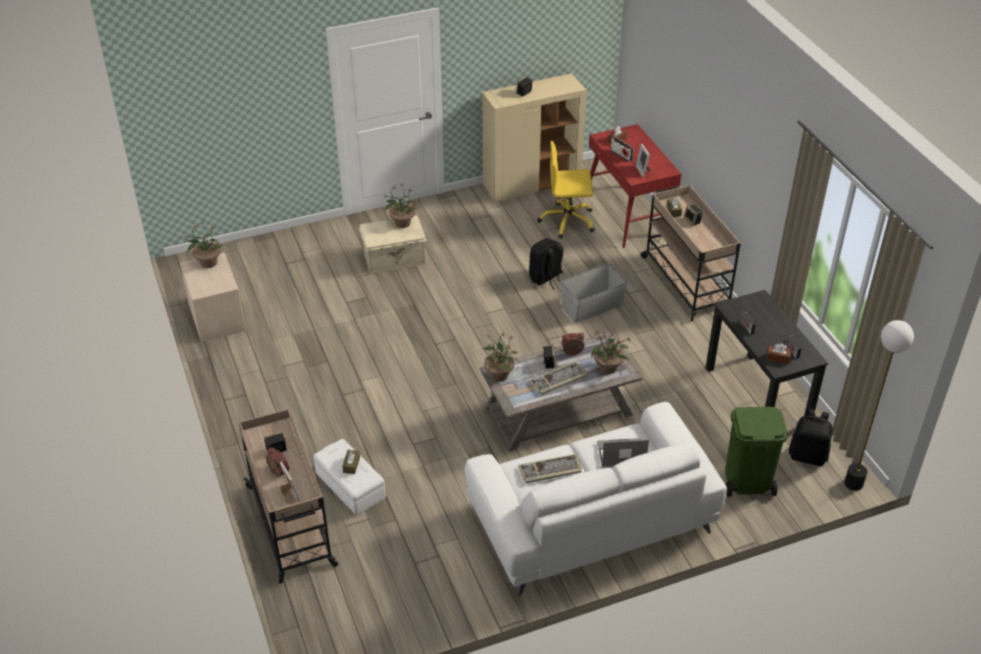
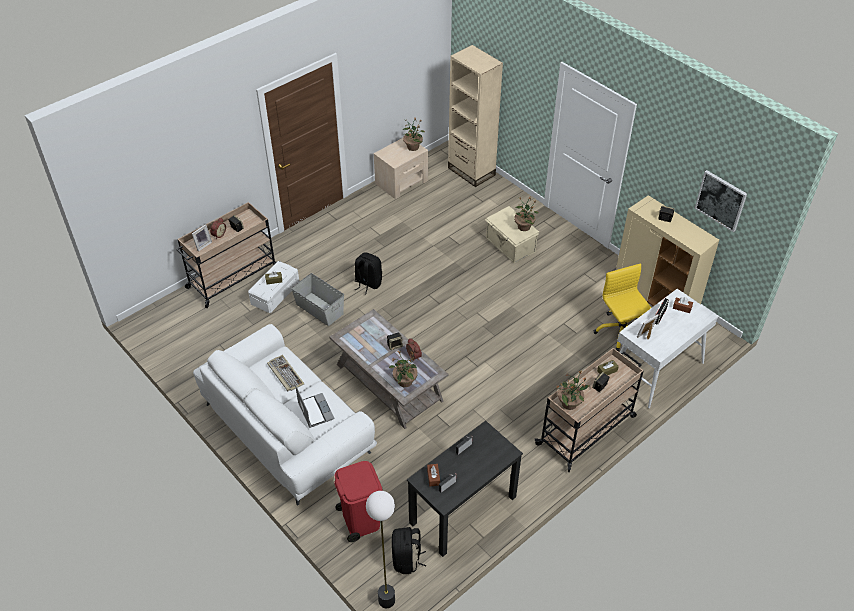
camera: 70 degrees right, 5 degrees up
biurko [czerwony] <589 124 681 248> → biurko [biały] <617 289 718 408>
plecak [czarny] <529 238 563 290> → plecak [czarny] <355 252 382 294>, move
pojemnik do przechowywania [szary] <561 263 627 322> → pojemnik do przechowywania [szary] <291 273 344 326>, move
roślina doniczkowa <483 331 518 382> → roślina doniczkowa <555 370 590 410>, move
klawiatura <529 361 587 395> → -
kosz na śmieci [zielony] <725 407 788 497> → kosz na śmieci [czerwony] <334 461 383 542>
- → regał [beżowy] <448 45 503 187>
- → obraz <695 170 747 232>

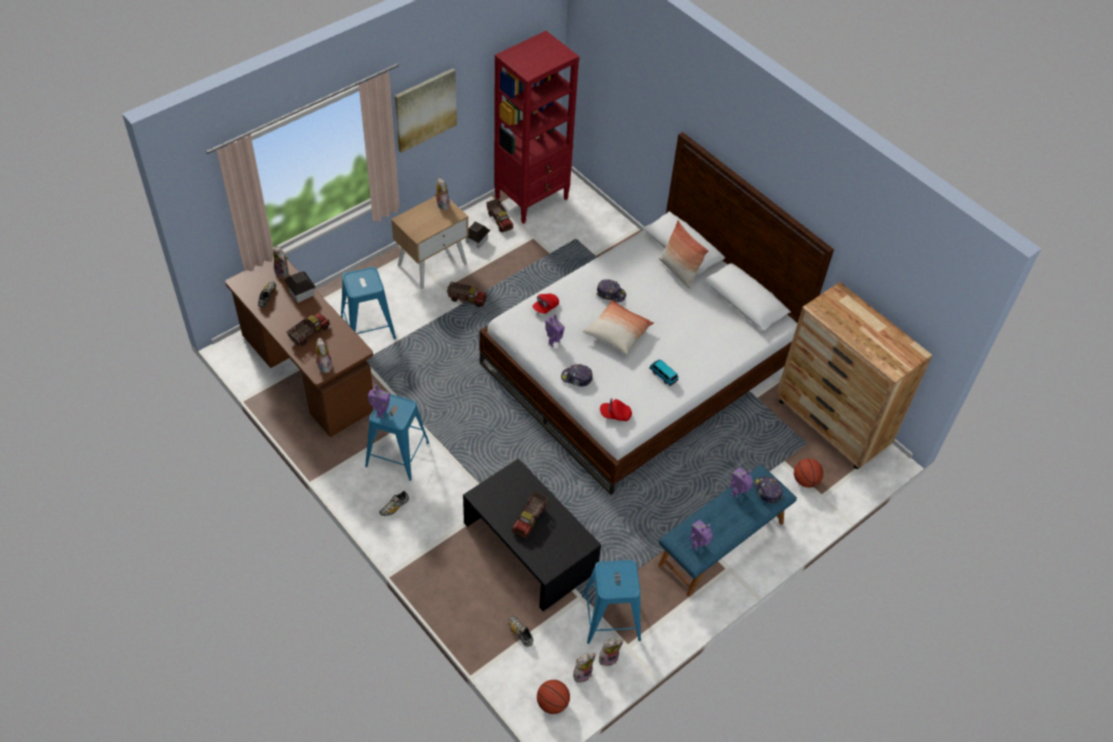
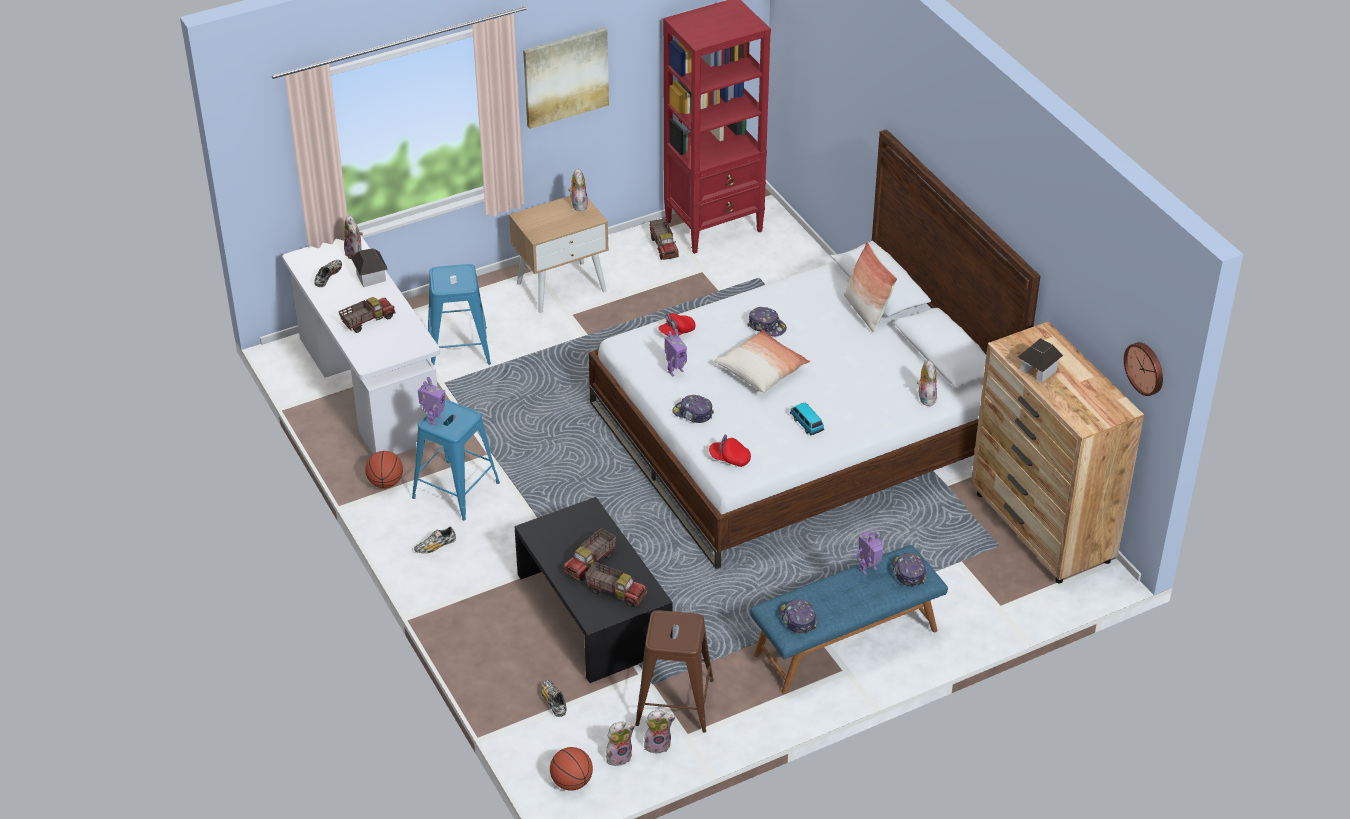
camera: 15 degrees right, 10 degrees down
domek <466 221 490 249> → domek <1018 338 1063 383>, move
biurko [brązowy] <225 256 373 437> → biurko [biały] <282 236 440 454>
ciężarówka zabawkowa <447 282 487 307> → ciężarówka zabawkowa <585 562 647 607>, move
pluszak <313 338 333 373> → pluszak <917 360 937 406>, move
piłka do koszykówki <794 458 823 488> → piłka do koszykówki <365 451 403 488>, move
robot zabawkowy <690 520 713 551> → czapka z daszkiem <779 599 817 633>
stołek [niebieski] <582 560 641 644> → stołek [brązowy] <635 610 714 733>
- → zegar ścienny <1124 342 1163 396>

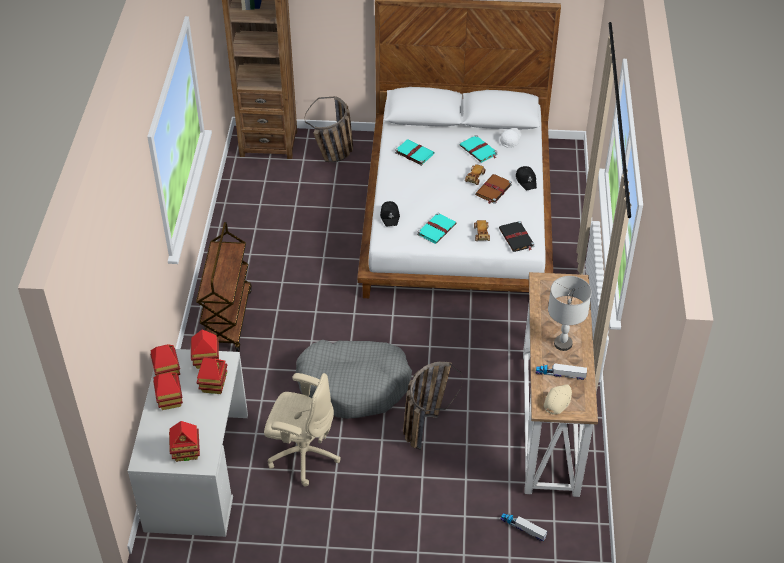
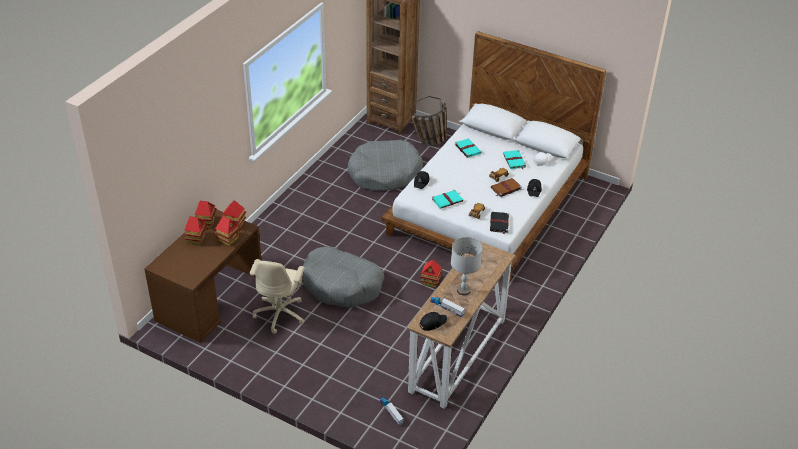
camera: 25 degrees right, 5 degrees down
wózek [brązowy] <196 222 252 352> → -
biurko [biały] <128 349 248 537> → biurko [brązowy] <144 209 262 343>
koszyk <403 362 463 450> → -
krzesło biurowe [beżowy] <264 373 341 486> → krzesło biurowe [beżowy] <250 259 305 334>, 60 degrees clockwise
czapka z daszkiem [beżowy] <544 384 572 415> → czapka z daszkiem [czarny] <420 312 447 331>
domek <169 421 200 462> → domek <420 260 442 288>, move
- → legowisko [szary] <348 140 423 191>

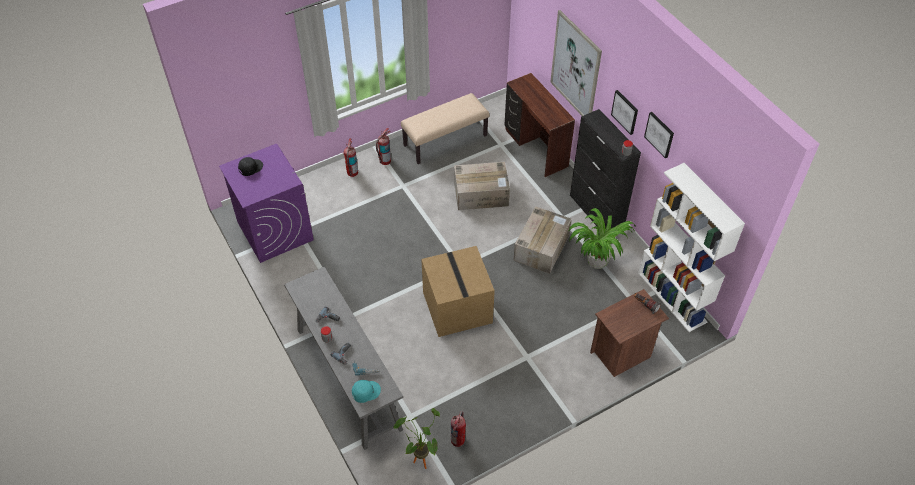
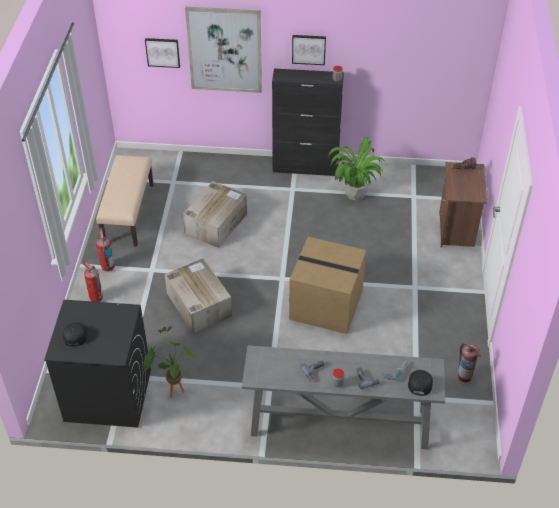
camera: 55 degrees left, 5 degrees down
biurko [brązowy] <505 73 575 177> → -
obraz <644 112 674 159> → obraz <145 38 180 68>, move
pralka [fioletowy] <219 144 314 263> → pralka [czarny] <44 300 151 428>
regał [biały] <638 163 745 332> → -
karton <513 206 572 274> → karton <164 258 232 334>, move
czapka z daszkiem [turkusowy] <352 380 381 403> → czapka z daszkiem [czarny] <408 370 433 396>
roślina doniczkowa <393 408 441 469> → roślina doniczkowa <144 326 195 398>, move

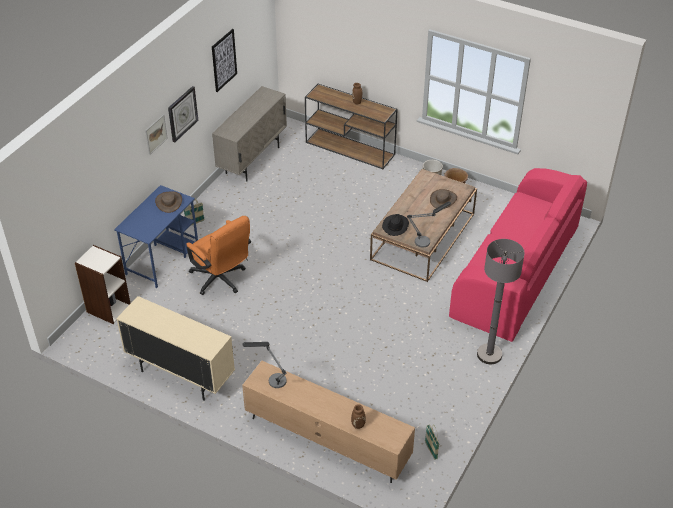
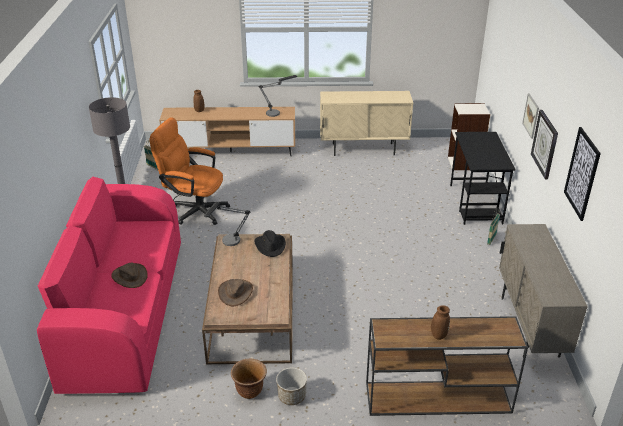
camera: 150 degrees right, 10 degrees down
biurko [niebieski] <114 185 198 288> → biurko [czarny] <450 132 516 225>
kapelusz [brązowy] <155 191 182 213> → kapelusz [brązowy] <111 263 148 288>, move
krzesło biurowe [pomarańczowy] <186 216 251 295> → krzesło biurowe [pomarańczowy] <150 117 230 225>, move

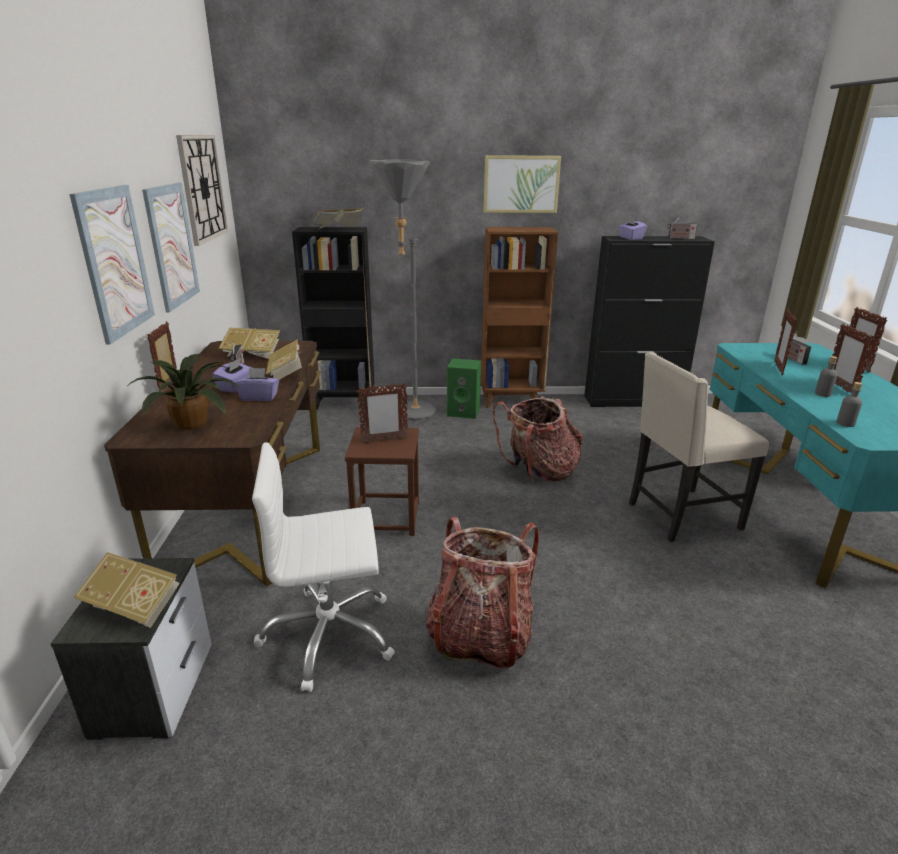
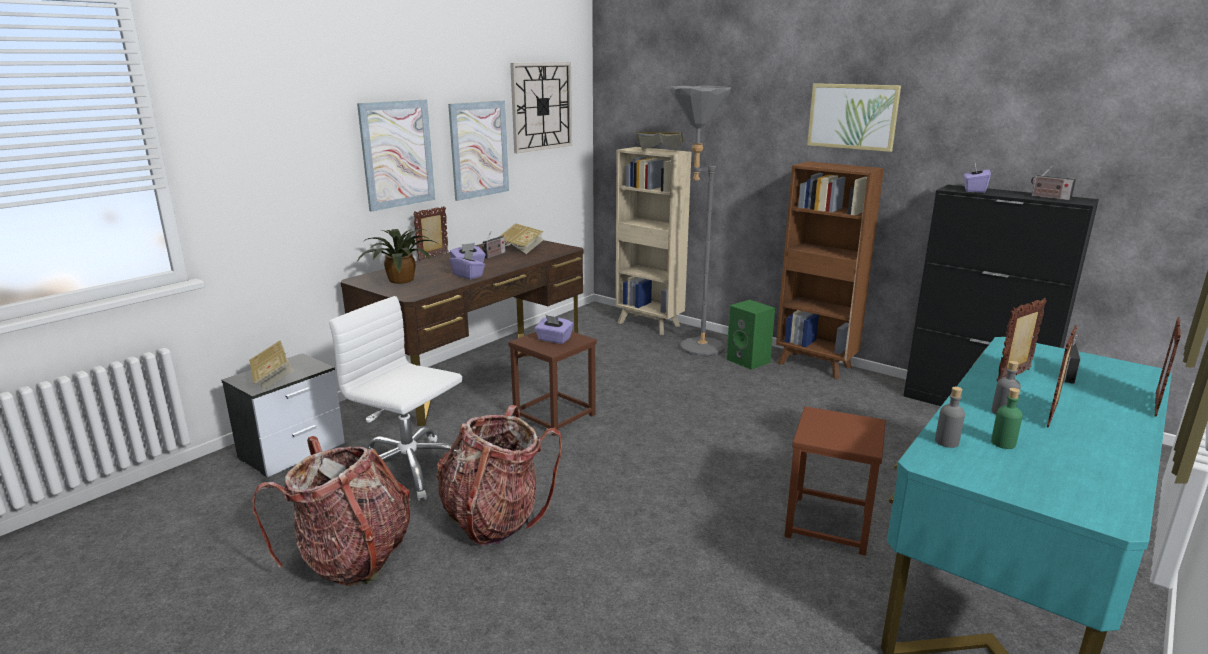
camera: 40 degrees right, 5 degrees down
regał [czarny] <292 227 374 410> → regał [beżowy] <616 147 692 335>
książka <266 339 302 380> → -
krzesło [beżowy] <629 352 769 542> → stołek [brązowy] <784 406 886 556>
ramka na zdjęcie <357 383 408 443> → pudełko chusteczek [fioletowy] <535 315 573 344>
plecak <493 396 583 482> → plecak <252 436 411 586>, move
- → butelka [zielony] <991 388 1023 449>

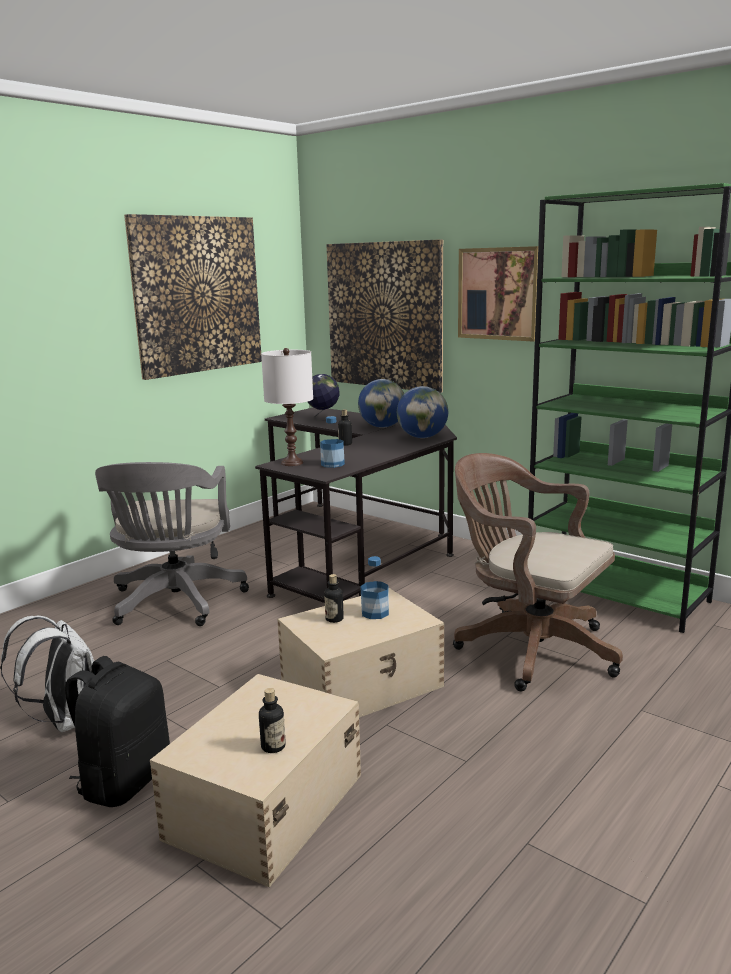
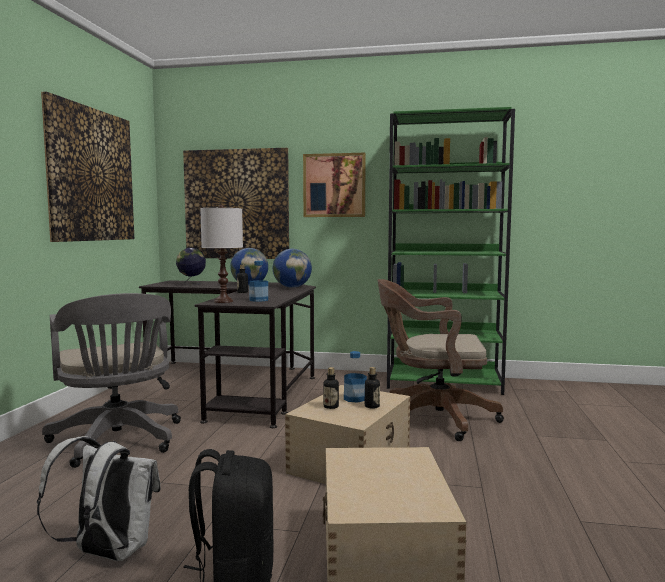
camera: 30 degrees left, 10 degrees down
butelka <259 688 286 753> → butelka <365 367 380 409>, move

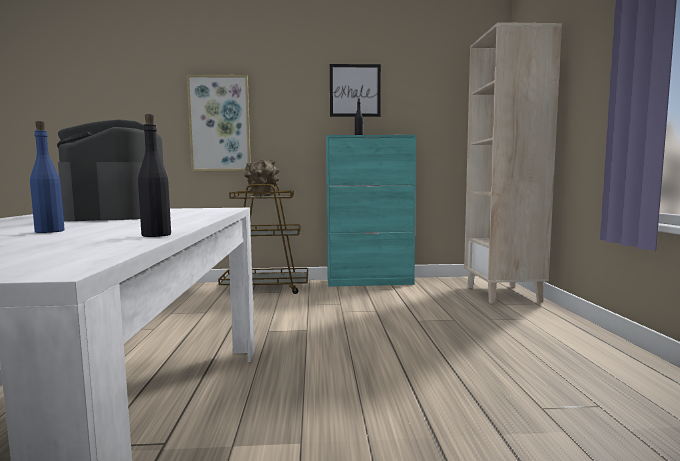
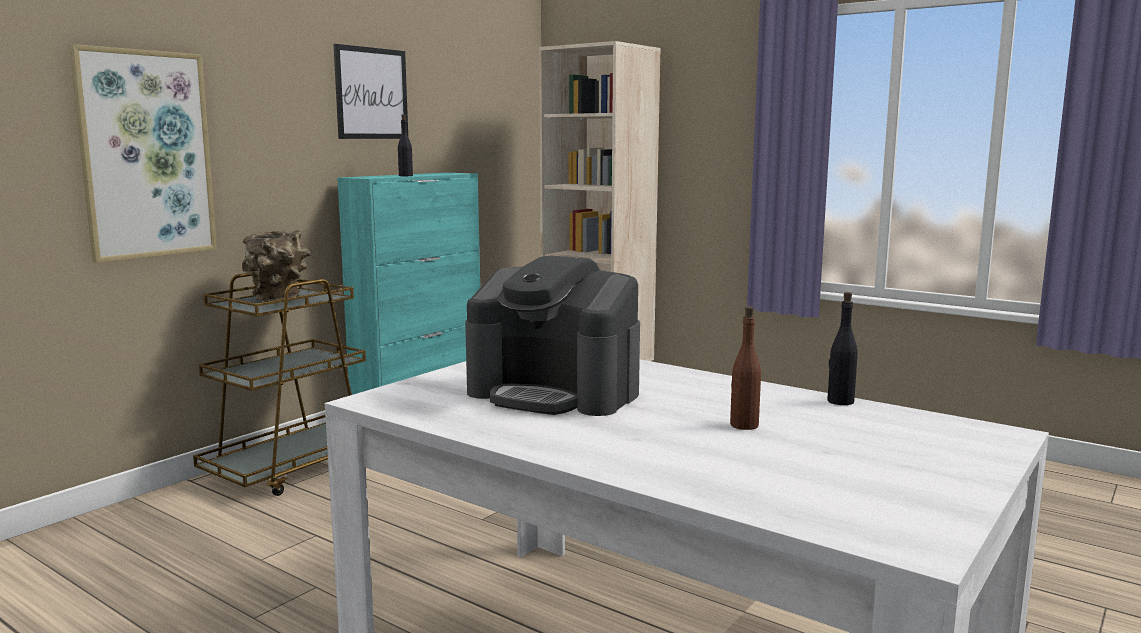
camera: 50 degrees left, 5 degrees up
butelka [niebieski] <30 121 65 233> → butelka [brązowy] <730 306 761 430>

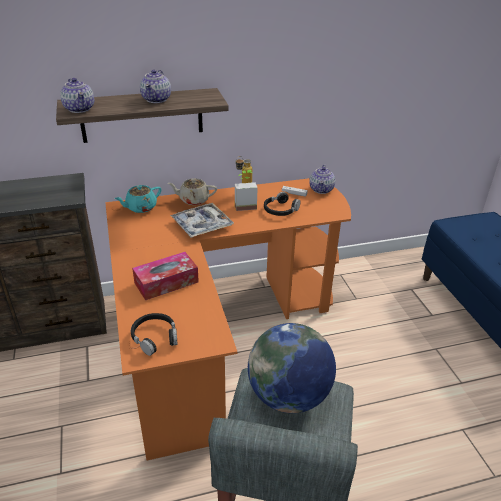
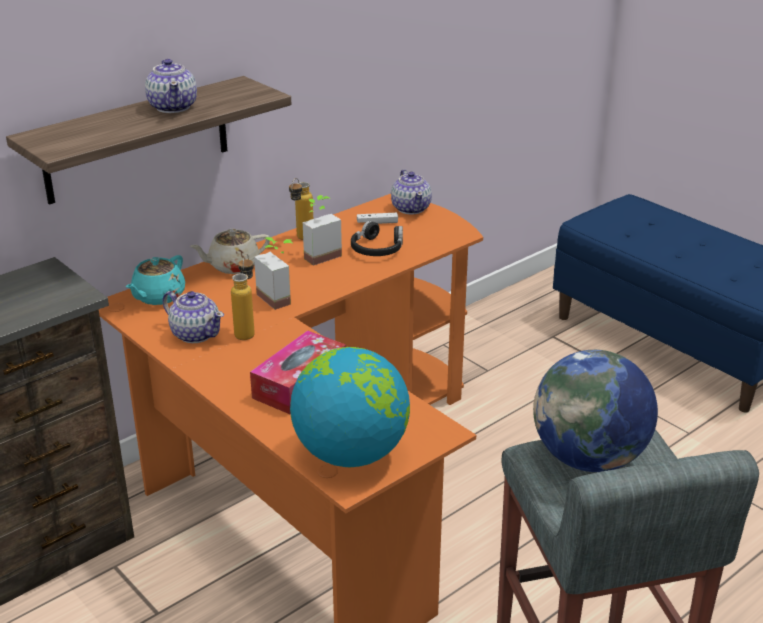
camera: 25 degrees left, 5 degrees down
imbryk <60 78 94 113> → imbryk <163 291 224 343>, move
taca <170 203 234 238> → roślina doniczkowa <254 237 292 310>
słuchawki [czarny] <131 313 178 356> → globus <290 347 410 467>
- → butelka <231 254 255 340>

